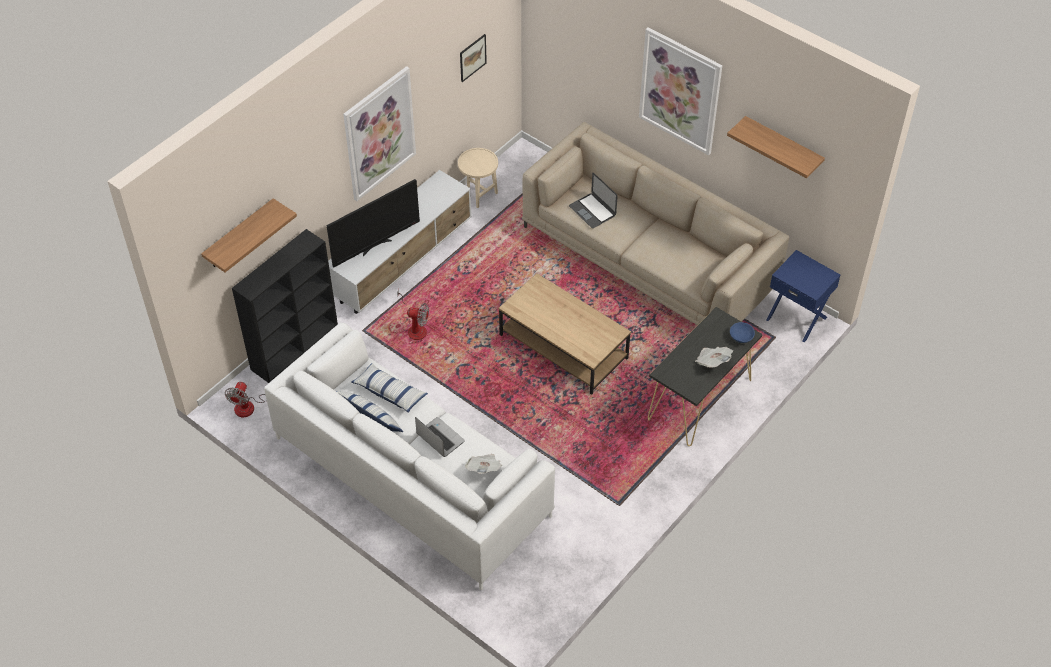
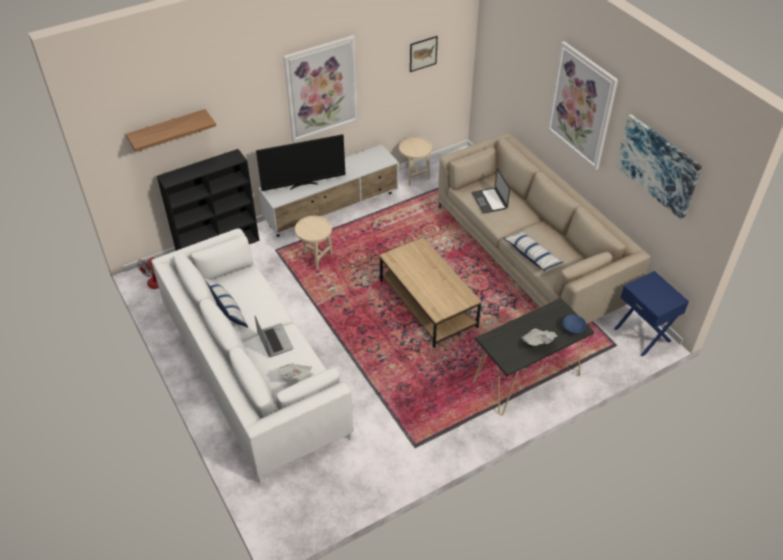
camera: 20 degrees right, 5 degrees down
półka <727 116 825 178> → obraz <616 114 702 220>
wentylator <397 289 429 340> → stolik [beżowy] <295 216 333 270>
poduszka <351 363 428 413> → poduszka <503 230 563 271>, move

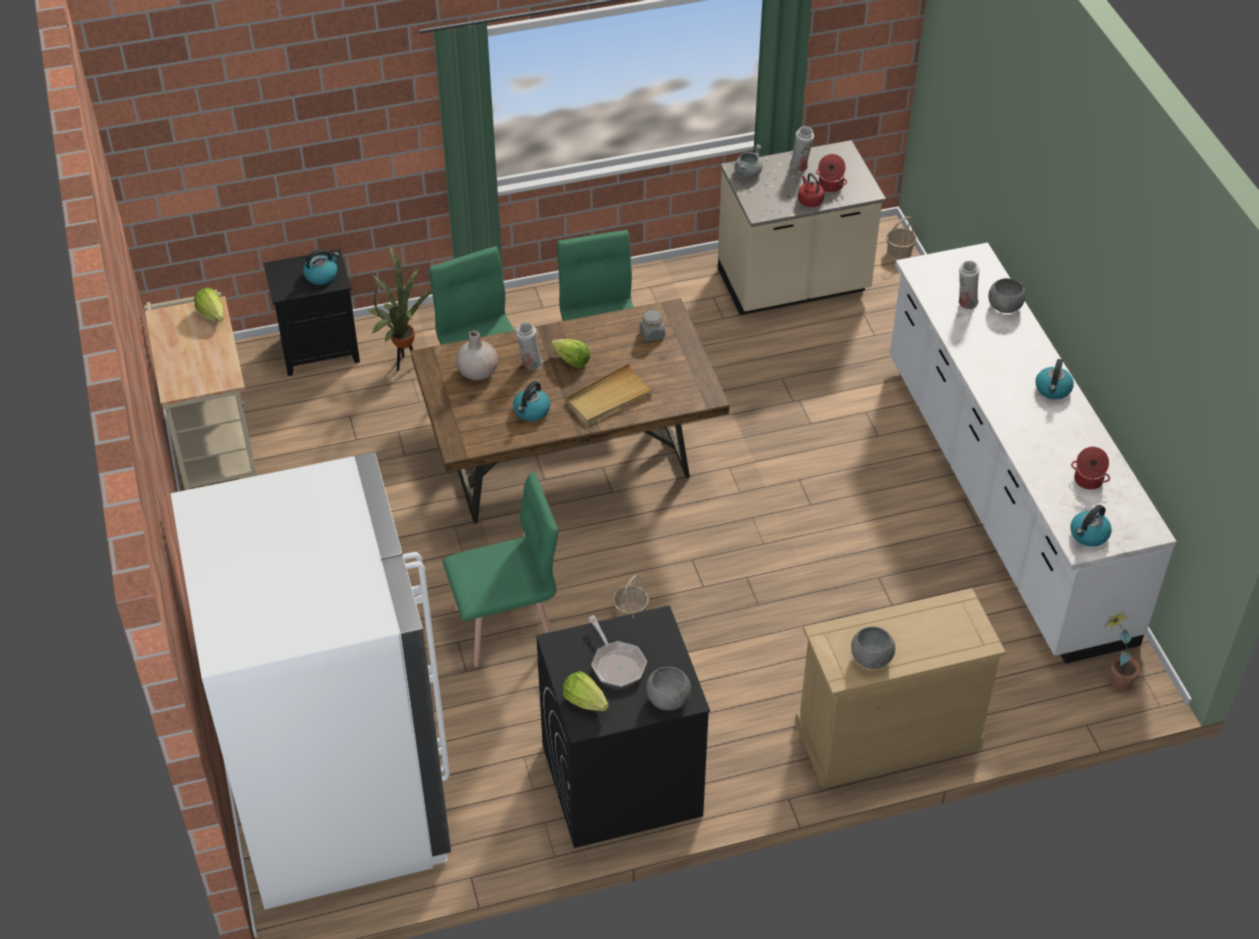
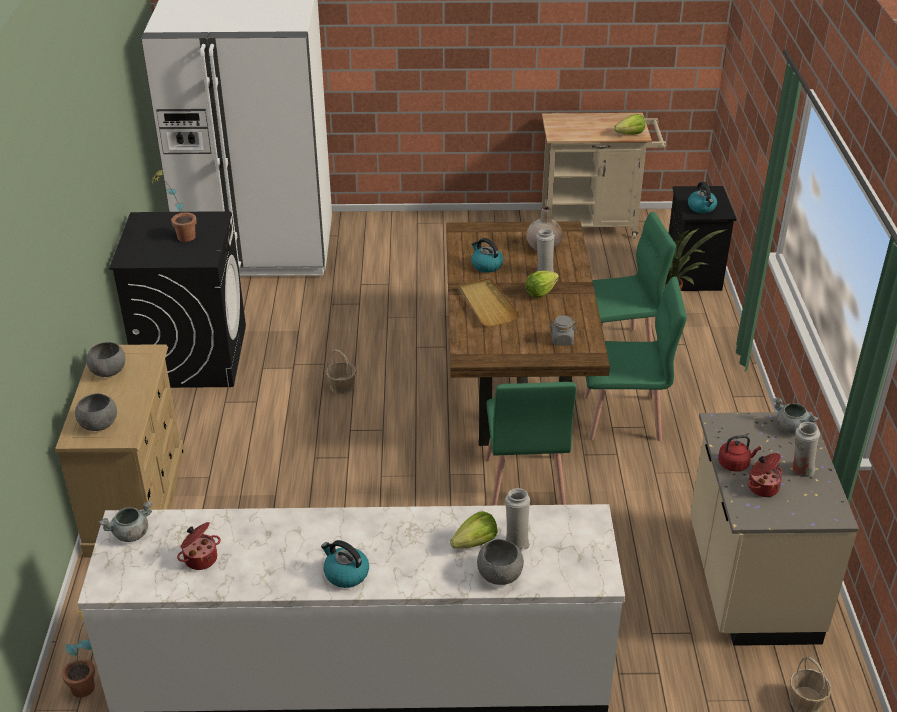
camera: 105 degrees right, 10 degrees down
krzesło [zielony] <442 472 558 667> → krzesło [zielony] <485 382 577 506>, move
czajnik <1071 505 1112 547> → garnek [szary] <99 500 152 542>
patelnia <588 615 647 687> → roślina doniczkowa <151 169 197 242>
miska [szary] <646 667 691 710> → miska [szary] <75 393 117 431>, move
sałata <563 671 609 711> → sałata <450 511 498 548>, move

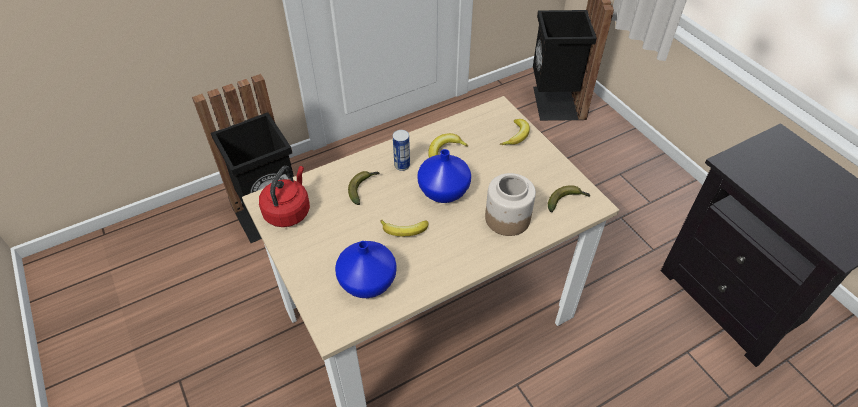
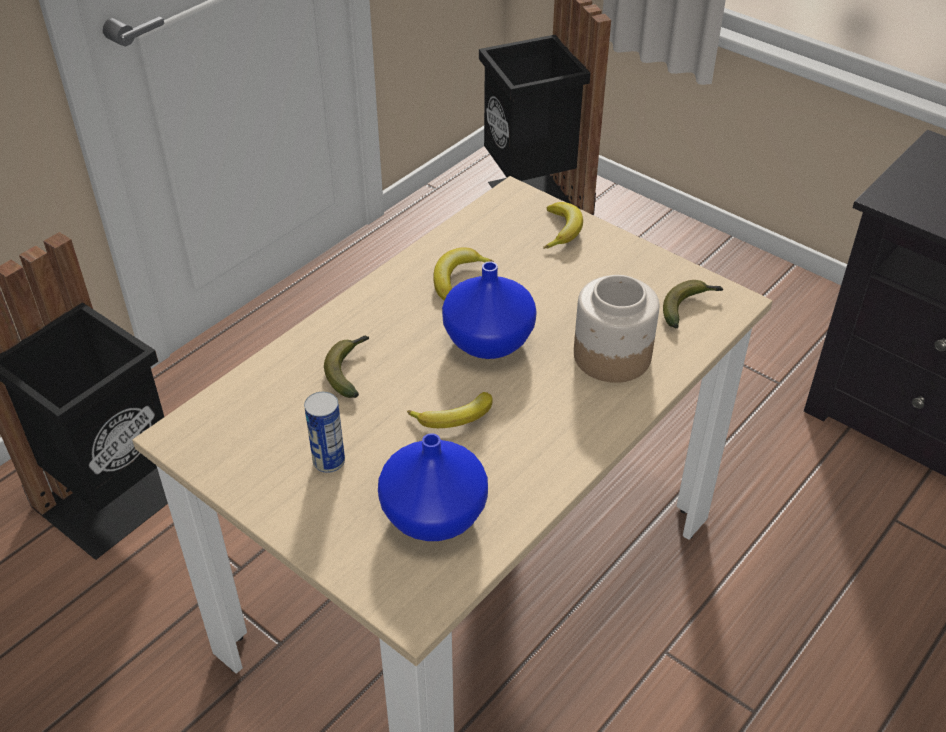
camera: 20 degrees left, 5 degrees down
puszka <393 130 410 171> → puszka <304 392 345 473>, move
czajnik [czerwony] <259 166 310 227> → -

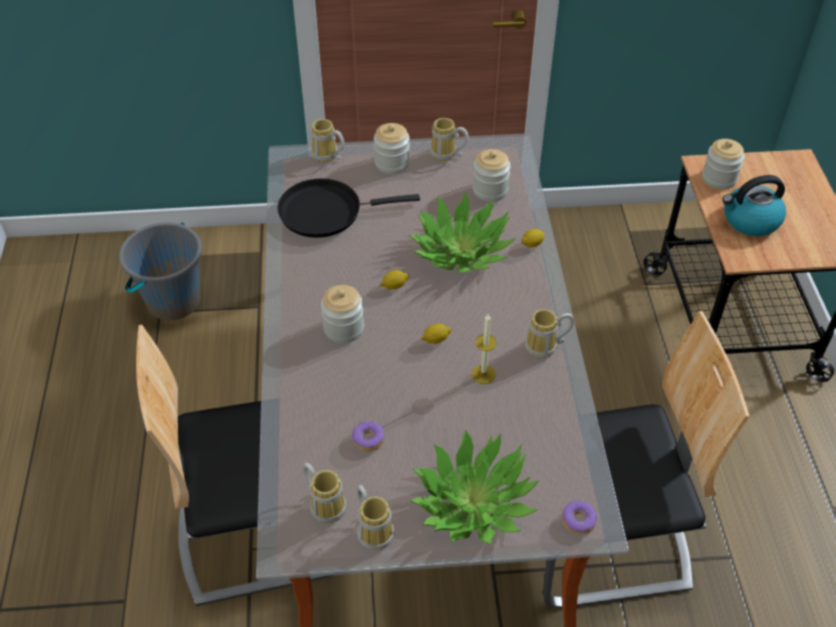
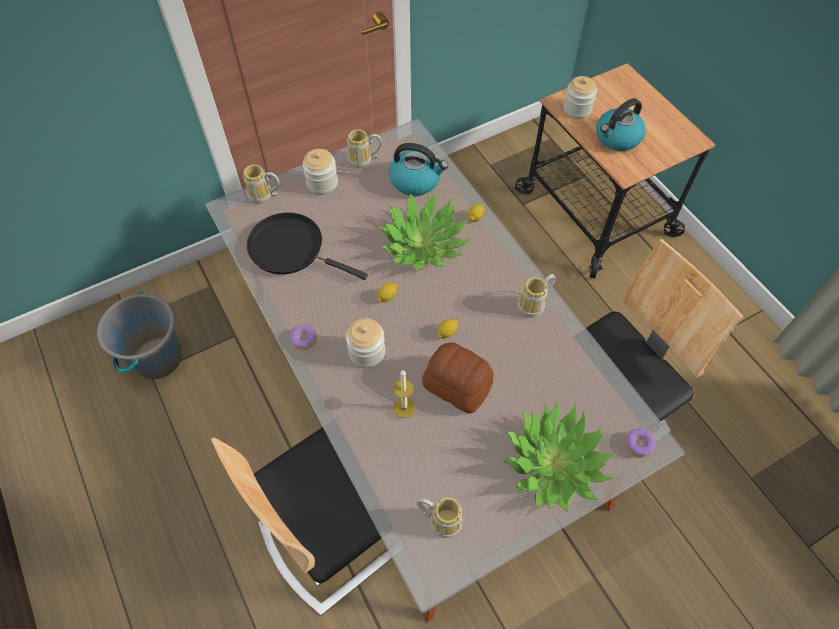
camera: 25 degrees left, 10 degrees up
słoik <473 149 511 201> → czajnik <389 143 448 196>
patelnia [czarny] <277 178 420 238> → patelnia [czarny] <247 212 368 280>, 60 degrees clockwise
świeca <471 314 497 384> → świeca <394 370 416 418>, move
donut <352 421 384 452> → donut <290 324 317 350>, move
kubek <357 485 394 551> → -
- → chleb <422 343 493 413>

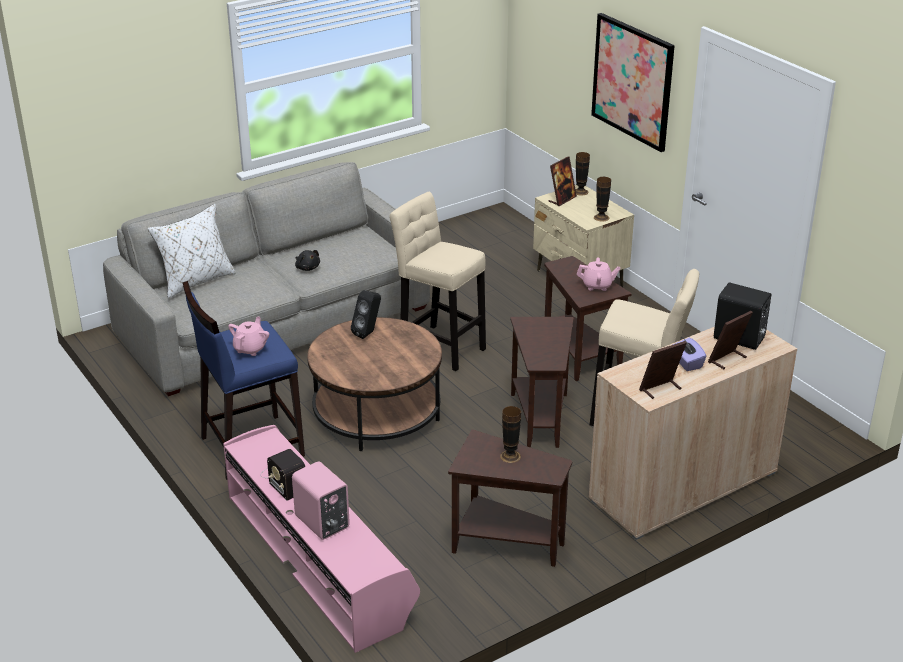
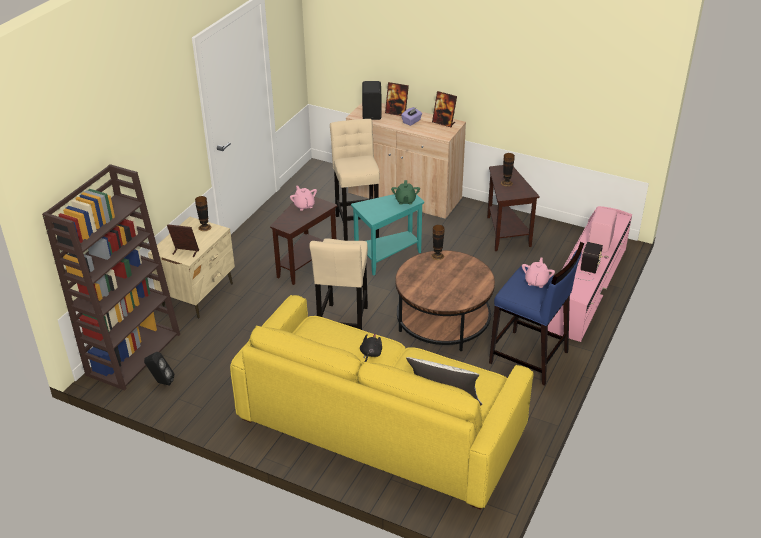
camera: 120 degrees left, 5 degrees up
obraz <591 13 675 152> → -
wazon <576 152 590 196> → wazon <431 225 445 260>, move
kanapa [szary] <103 162 430 396> → kanapa [żółty] <230 295 533 510>
głośnik [czarny] <351 290 381 339> → głośnik [czarny] <144 352 174 386>, move
imbryk [różowy] <228 317 269 356> → imbryk [różowy] <522 258 555 288>, 120 degrees clockwise
stolik [brązowy] <510 317 574 448> → stolik [turkusowy] <351 194 424 276>
- → regał [brązowy] <42 164 180 391>
- → imbryk [zielony] <391 180 420 205>

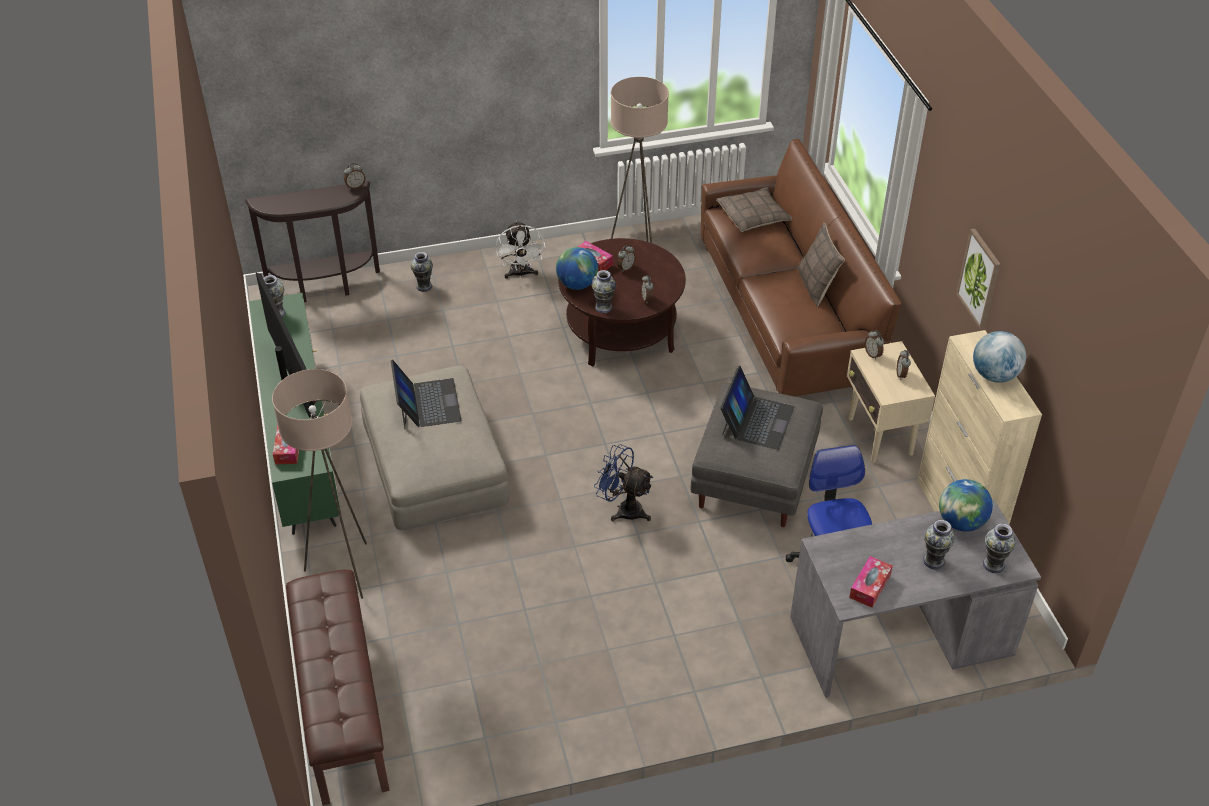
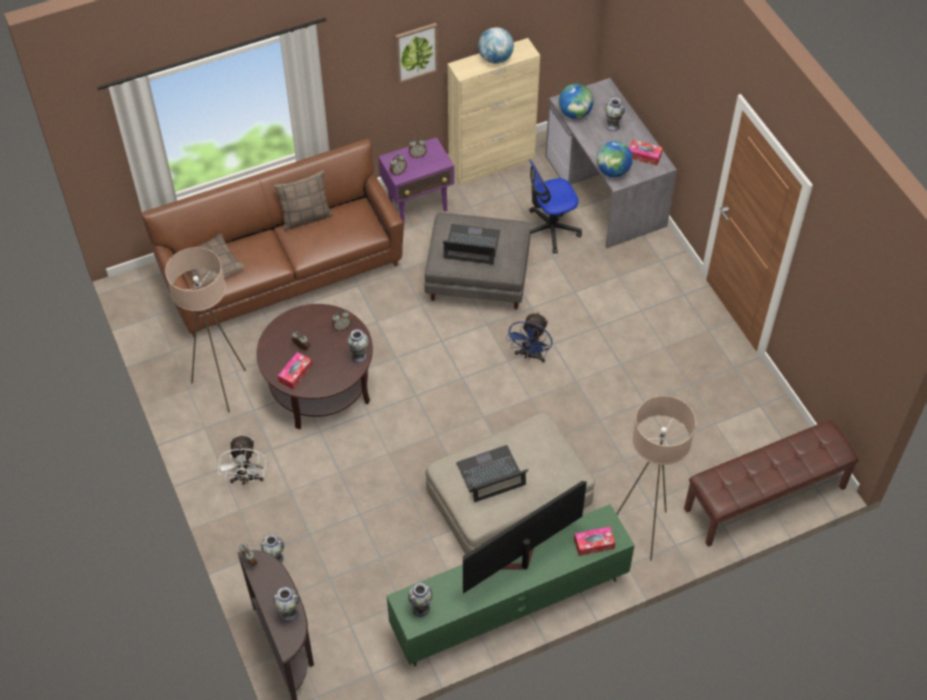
camera: 100 degrees left, 10 degrees up
wentylator [biały] <496 221 545 279> → wentylator [biały] <217 434 267 484>, 105 degrees clockwise
globus <556 247 598 290> → globus <597 141 633 177>, move
stolik [beżowy] <847 341 935 463> → stolik [fioletowy] <378 137 454 223>
wazon <983 524 1016 573> → wazon <273 587 299 622>, move

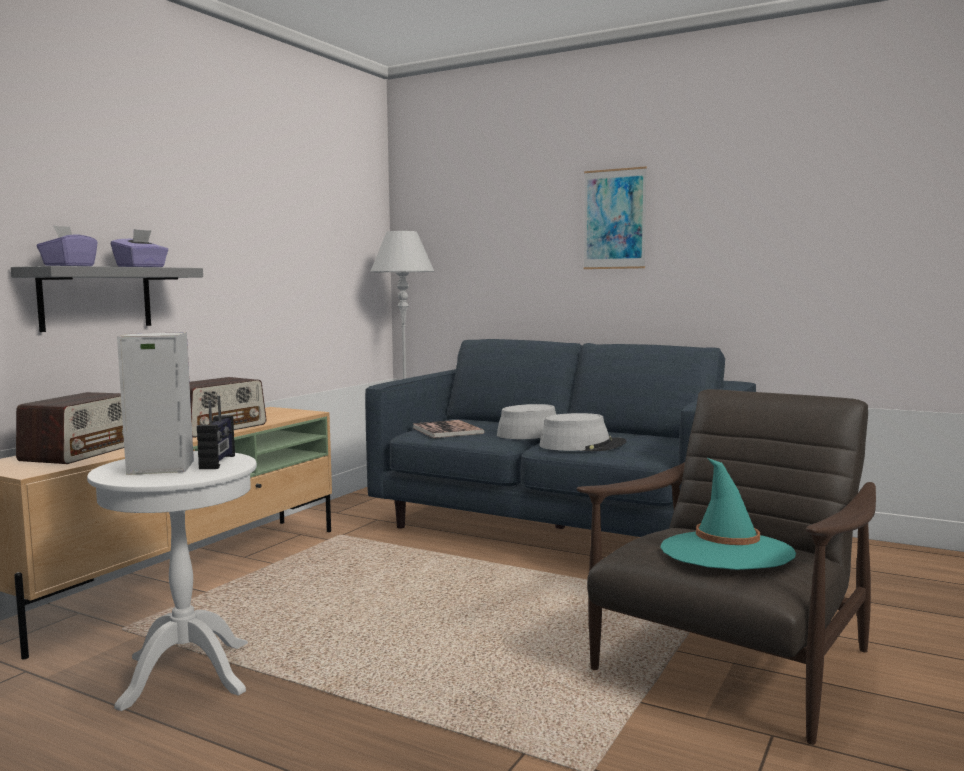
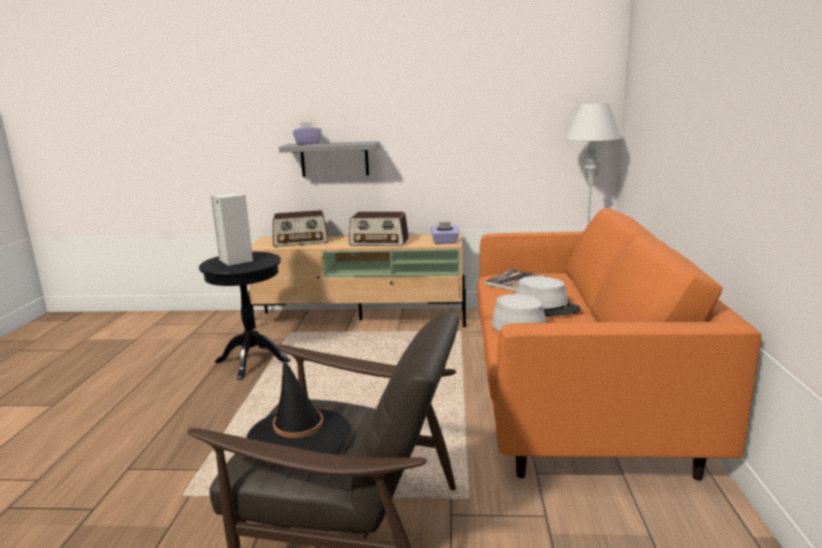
camera: 65 degrees right, 10 degrees up
obraz <583 166 647 269> → -
pudełko chusteczek [fioletowy] <111 229 168 267> → pudełko chusteczek [fioletowy] <431 222 459 244>, move
kanapa [niebieski] <365 339 756 537> → kanapa [pomarańczowy] <477 208 761 480>
radio <197 396 235 469> → -
stolik [biały] <87 451 257 711> → stolik [czarny] <199 252 291 380>
kapelusz [turkusowy] <661 457 796 570> → kapelusz [czarny] <247 359 351 454>

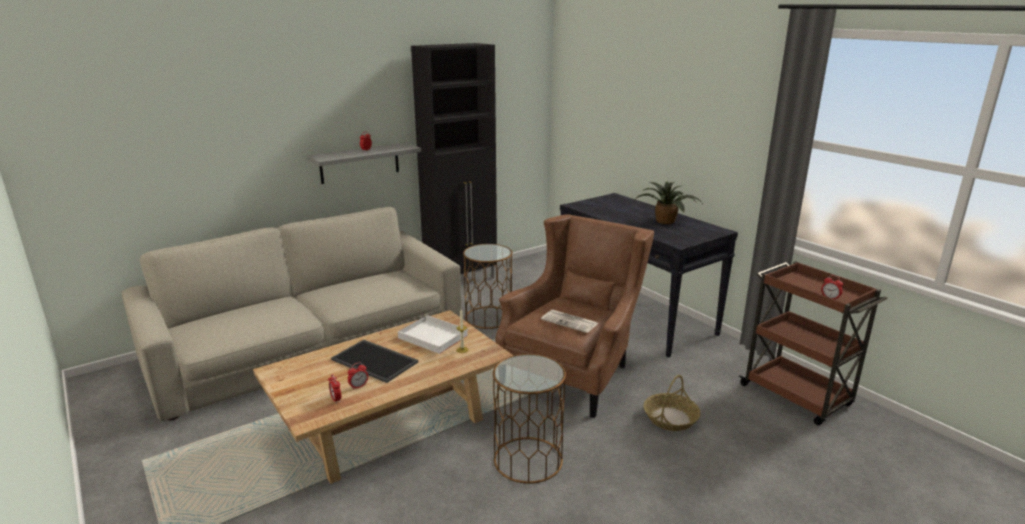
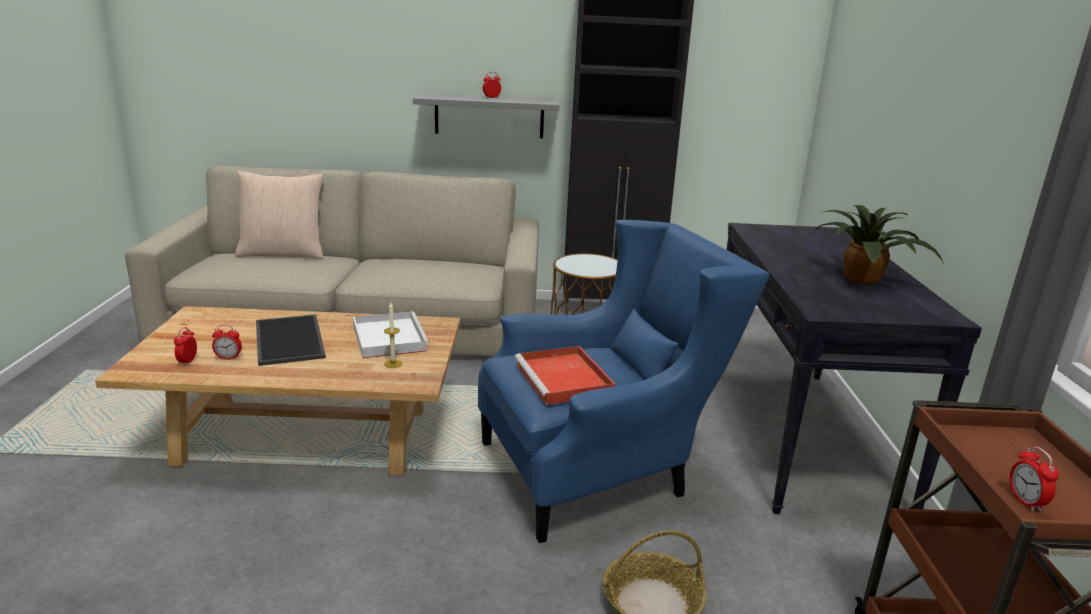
camera: 35 degrees right, 0 degrees up
fotel [brązowy] <495 214 654 418> → fotel [niebieski] <478 220 769 543>
gazeta <541 310 598 333> → taca [czerwony] <515 346 615 405>
stolik [brązowy] <493 354 566 484> → -
- → poduszka [beżowy] <235 171 324 259>

